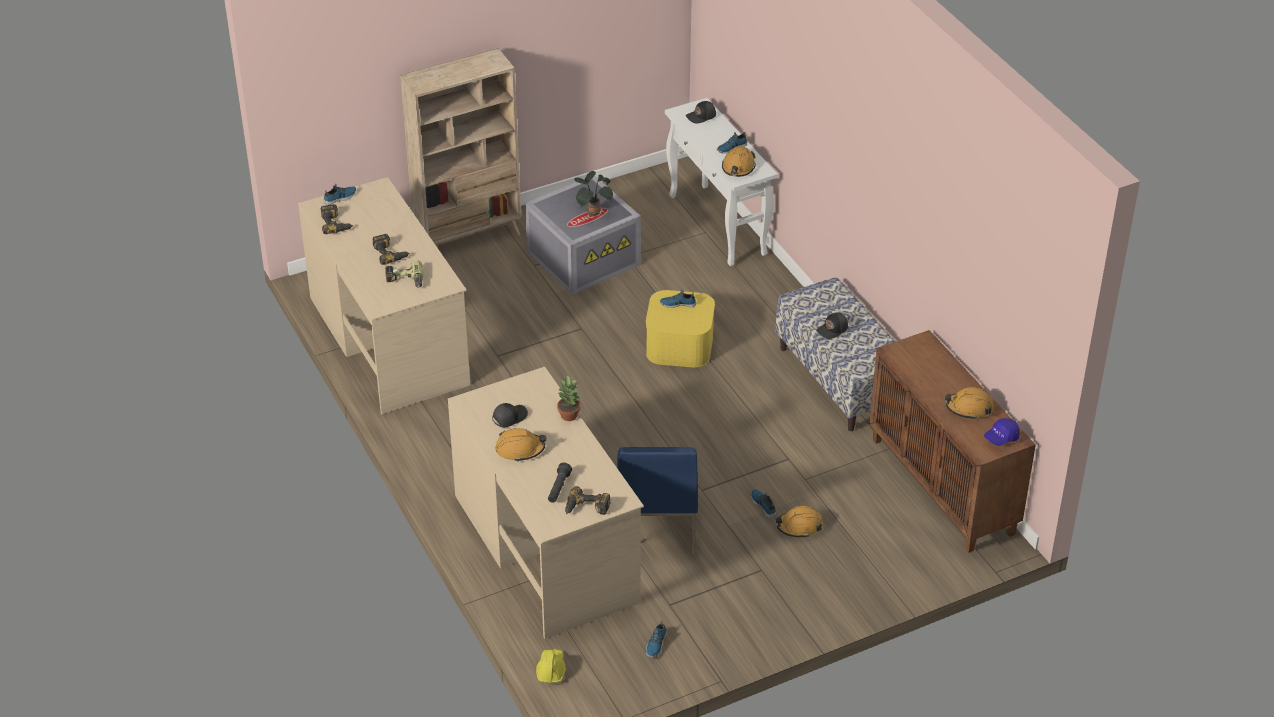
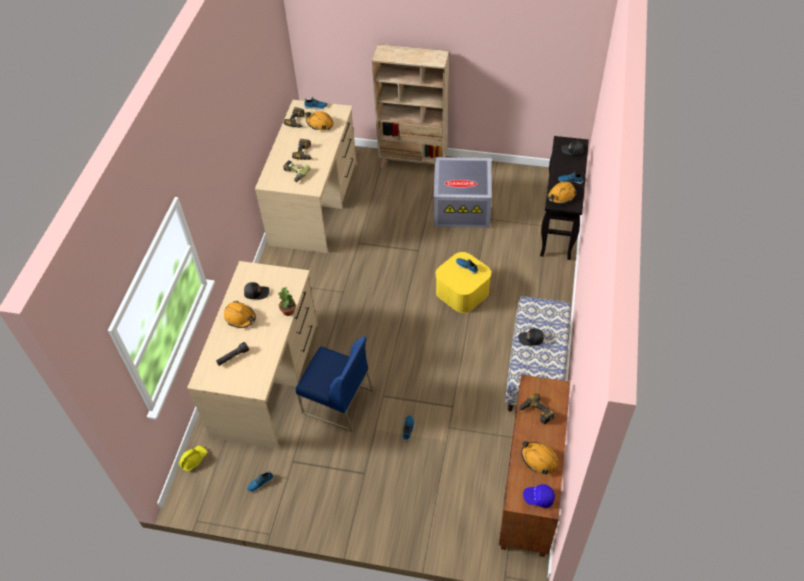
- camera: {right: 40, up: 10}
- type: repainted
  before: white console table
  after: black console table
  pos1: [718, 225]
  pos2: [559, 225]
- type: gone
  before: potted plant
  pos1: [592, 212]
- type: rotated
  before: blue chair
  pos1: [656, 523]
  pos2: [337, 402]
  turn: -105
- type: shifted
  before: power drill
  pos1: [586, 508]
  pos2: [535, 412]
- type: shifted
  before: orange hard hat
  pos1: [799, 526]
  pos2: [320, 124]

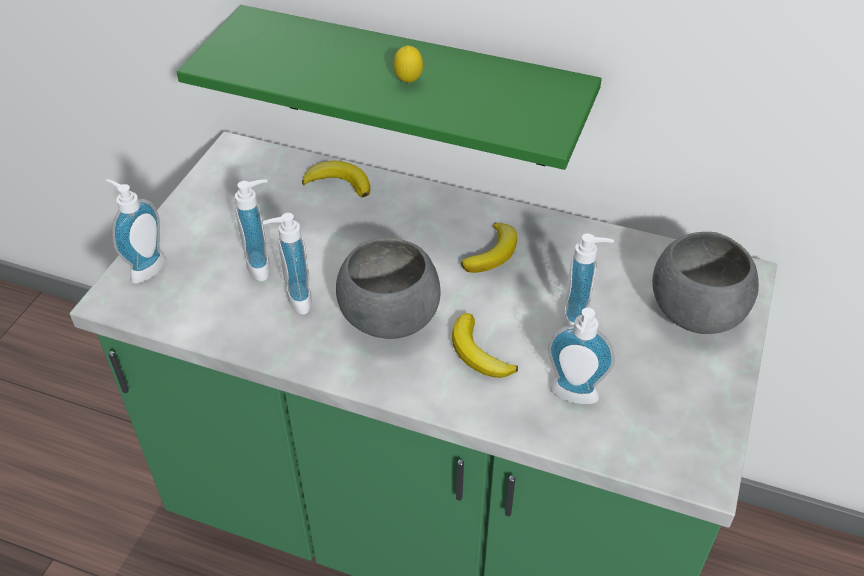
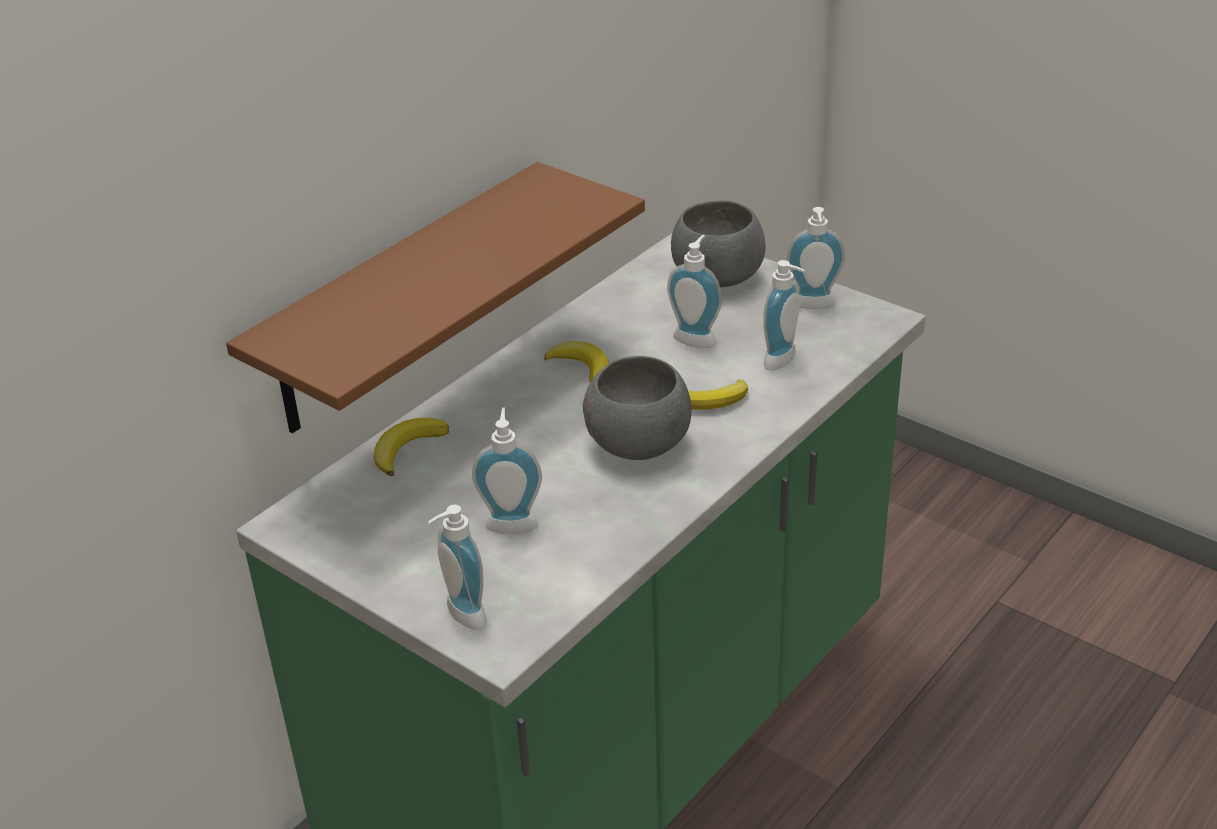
- camera: {right: -70, up: -10}
- type: repainted
  before: green shelf
  after: brown shelf
  pos1: [413, 88]
  pos2: [402, 300]
- type: gone
  before: lemon
  pos1: [408, 82]
- type: shifted
  before: soap dispenser
  pos1: [294, 300]
  pos2: [814, 306]

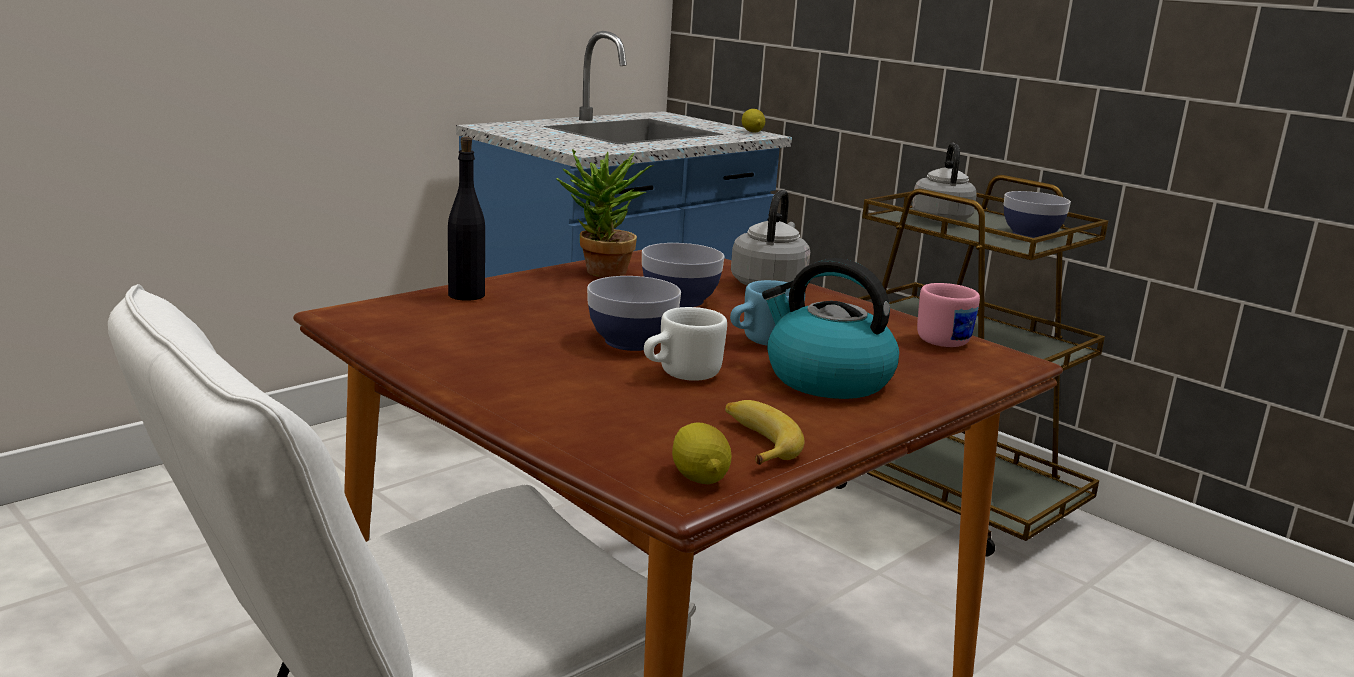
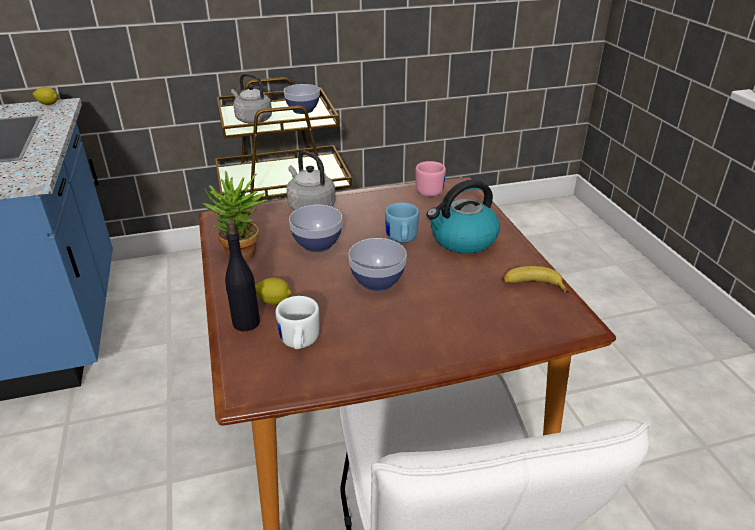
- camera: {right: -60, up: 15}
- type: shifted
  before: white mug
  pos1: [680, 375]
  pos2: [298, 343]
- type: shifted
  before: lemon
  pos1: [699, 478]
  pos2: [274, 302]

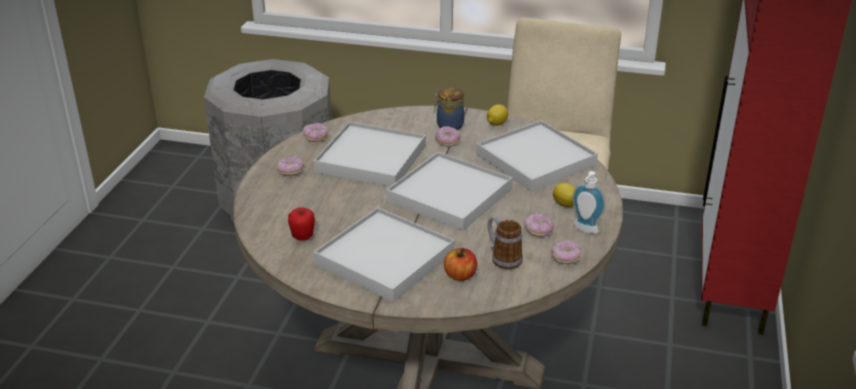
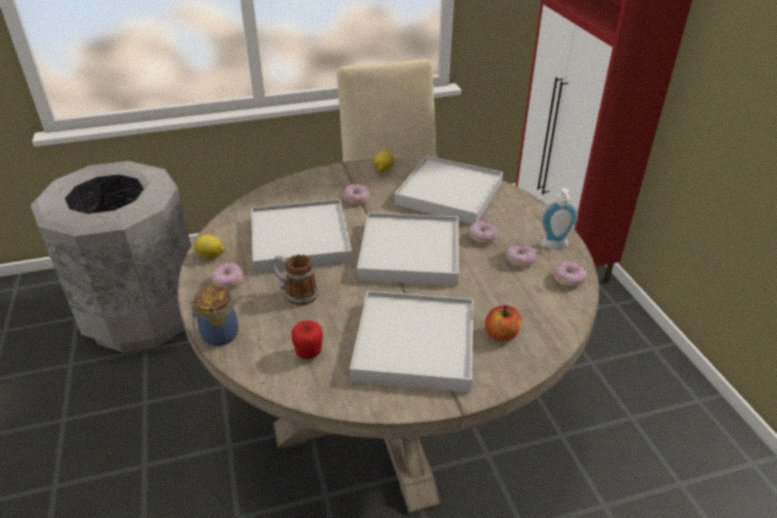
- camera: {right: -30, up: 5}
- type: shifted
  before: jar
  pos1: [448, 125]
  pos2: [218, 335]
- type: shifted
  before: donut
  pos1: [316, 138]
  pos2: [482, 238]
- type: shifted
  before: lemon
  pos1: [565, 205]
  pos2: [211, 256]
- type: shifted
  before: mug
  pos1: [502, 258]
  pos2: [296, 294]

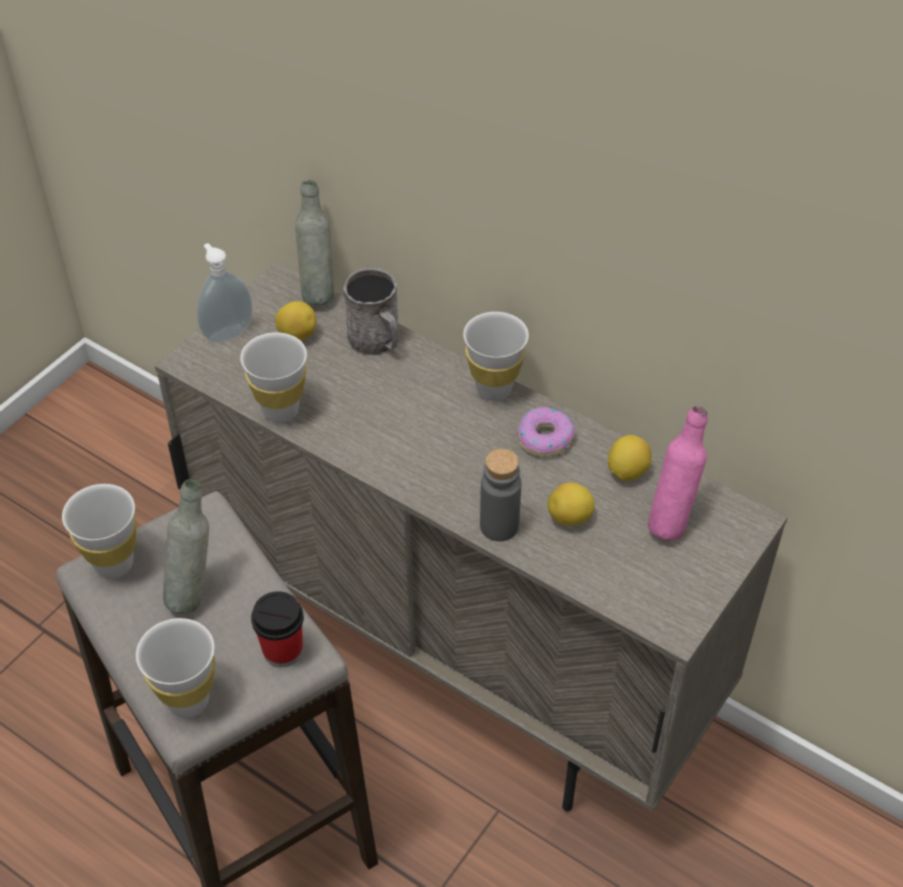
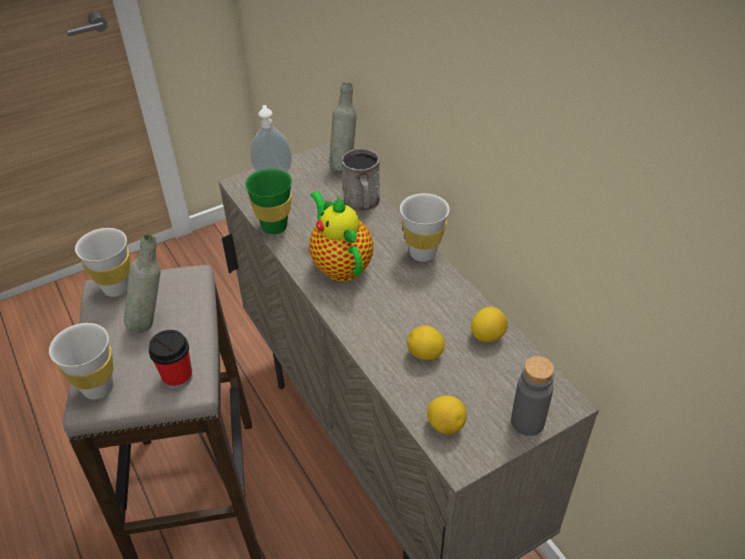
- camera: {right: 25, up: -5}
- type: shifted
  before: lemon
  pos1: [297, 334]
  pos2: [445, 425]
- type: repainted
  before: white cup
  after: green cup
  pos1: [281, 410]
  pos2: [274, 227]
- type: gone
  before: pink bottle
  pos1: [671, 521]
- type: gone
  before: donut
  pos1: [544, 438]
- type: shifted
  before: grey bottle
  pos1: [499, 526]
  pos2: [527, 422]
- type: new
  after: teapot
  pos2: [340, 265]

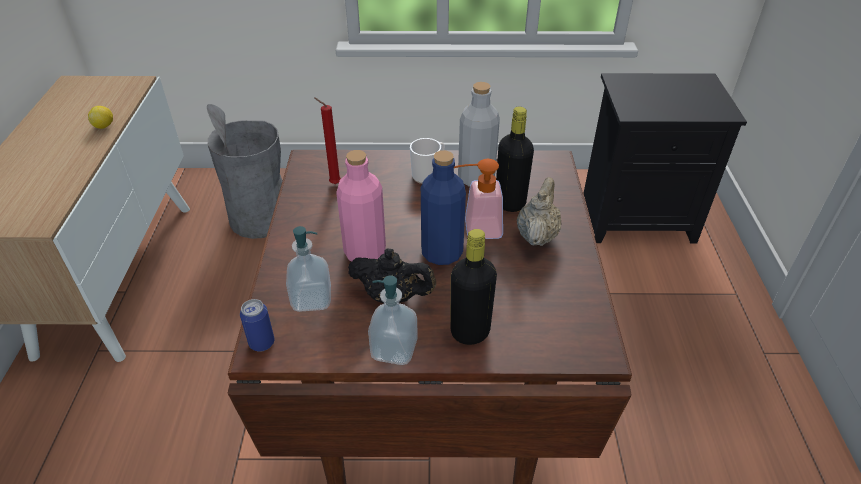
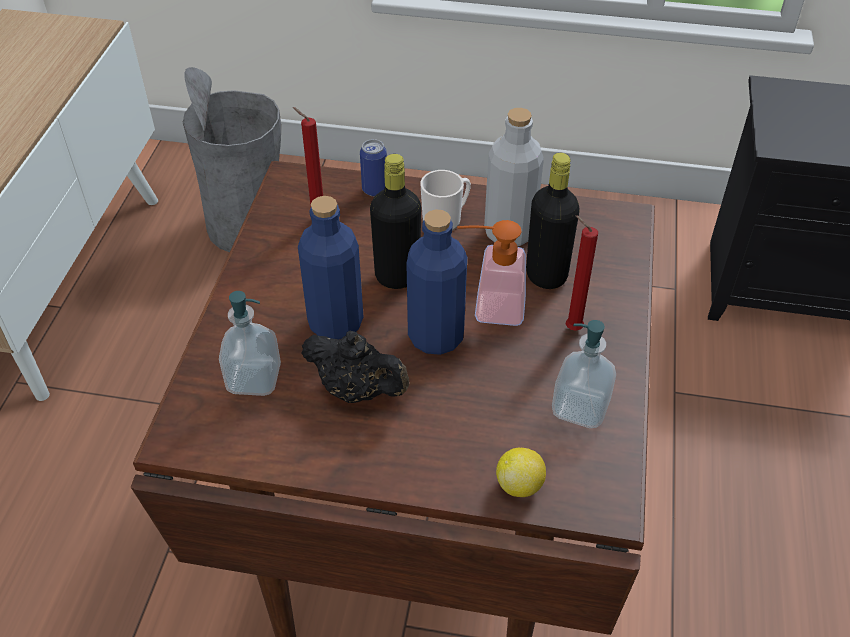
- camera: {right: 10, up: 5}
- type: shifted
  before: lemon
  pos1: [104, 126]
  pos2: [519, 485]
- type: repainted
  before: pink bottle
  after: blue bottle
  pos1: [365, 252]
  pos2: [335, 322]
- type: swapped
  before: beige teapot
  after: red candle
  pos1: [537, 235]
  pos2: [570, 328]
- type: shifted
  before: black bottle
  pos1: [470, 332]
  pos2: [397, 276]
- type: shifted
  before: soap dispenser
  pos1: [394, 349]
  pos2: [580, 408]
- type: shifted
  before: can
  pos1: [262, 343]
  pos2: [375, 189]

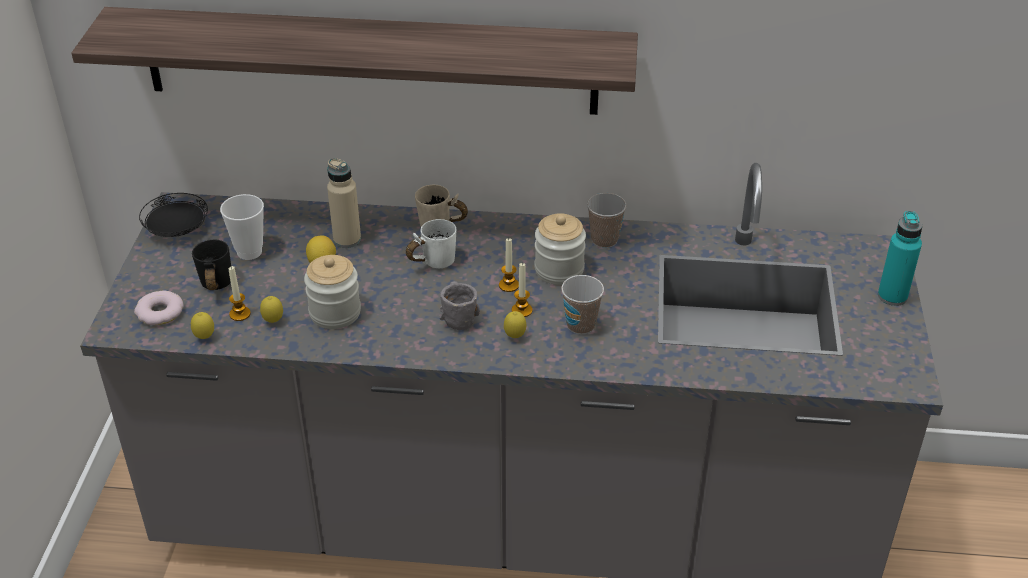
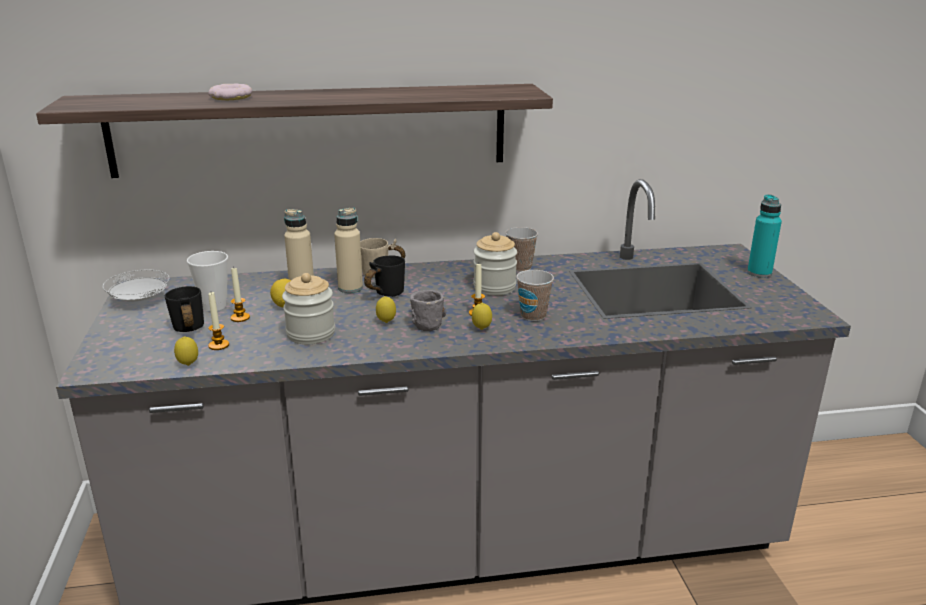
- camera: {right: -15, up: -15}
- type: repainted
  before: black plate
  after: white plate
  pos1: [177, 230]
  pos2: [139, 300]
- type: repainted
  before: white mug
  after: black mug
  pos1: [431, 262]
  pos2: [383, 294]
- type: shifted
  before: candle
  pos1: [508, 285]
  pos2: [240, 318]
- type: shifted
  before: donut
  pos1: [160, 312]
  pos2: [231, 97]
- type: shifted
  before: lemon
  pos1: [273, 321]
  pos2: [386, 322]
- type: new
  after: beige bottle
  pos2: [350, 288]

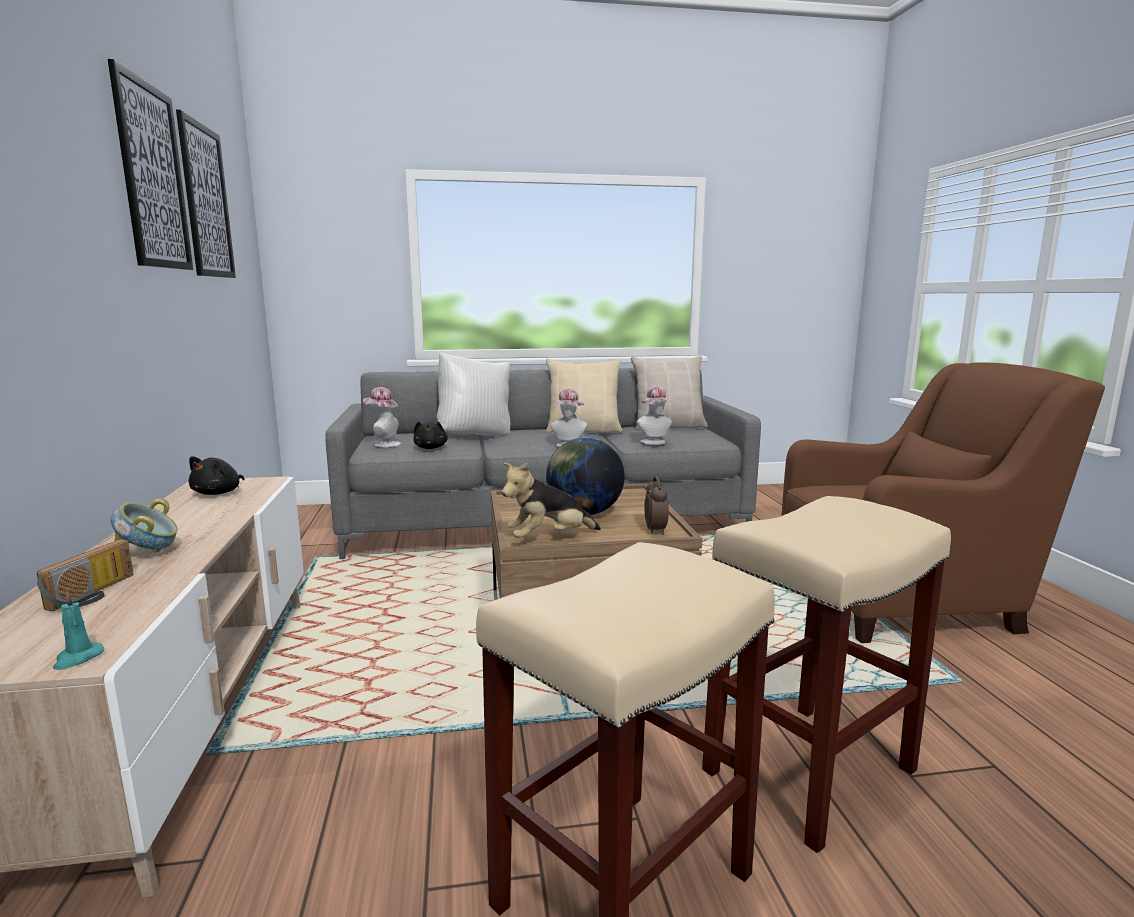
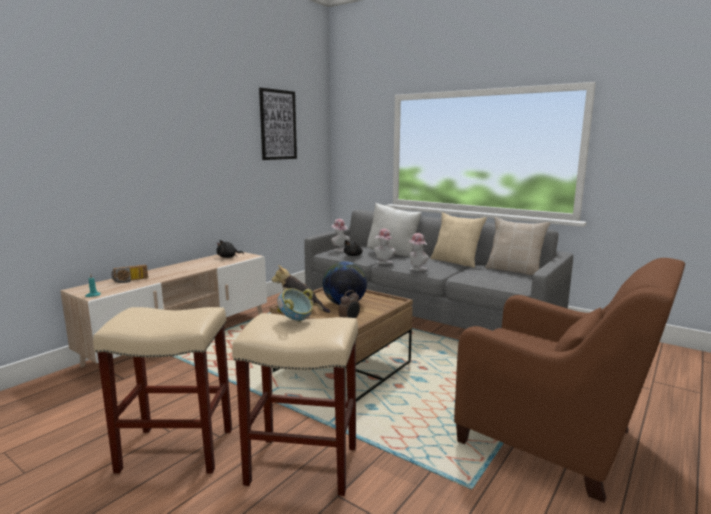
- camera: {right: 45, up: 0}
- type: gone
  before: picture
  pos1: [152, 177]
- type: shifted
  before: hat
  pos1: [654, 442]
  pos2: [383, 262]
- type: shifted
  before: bowl
  pos1: [149, 553]
  pos2: [295, 321]

